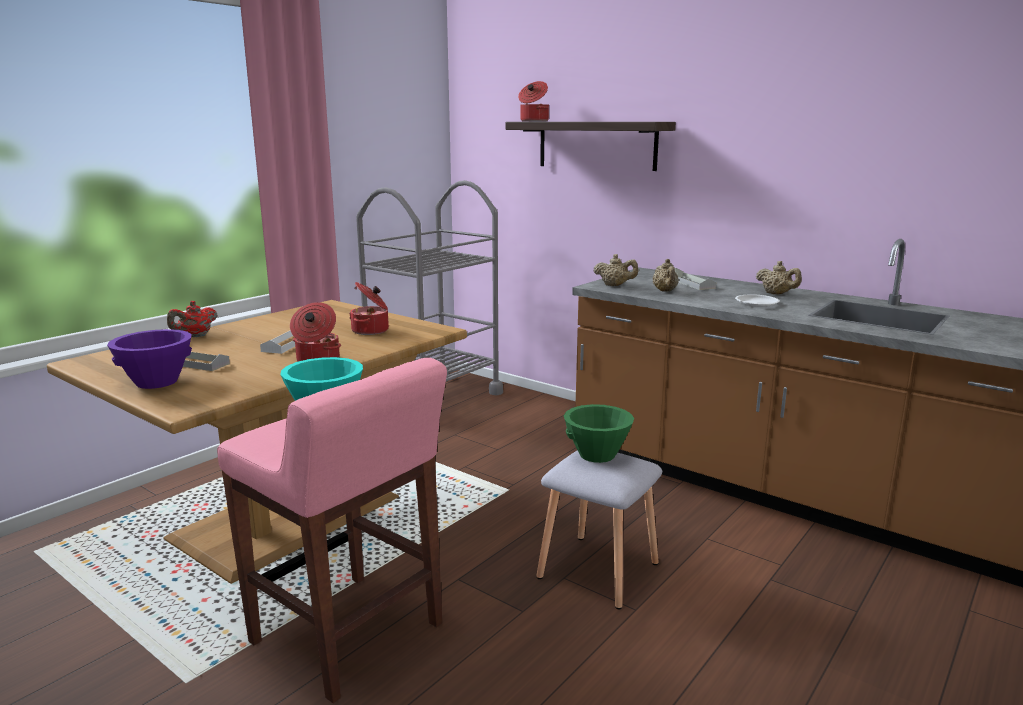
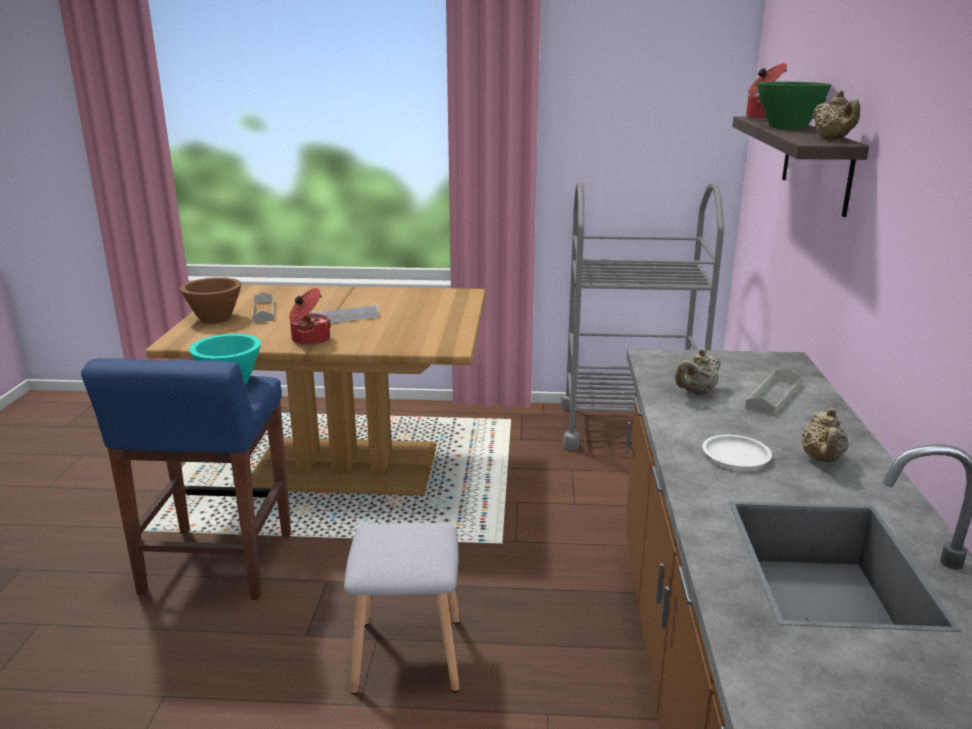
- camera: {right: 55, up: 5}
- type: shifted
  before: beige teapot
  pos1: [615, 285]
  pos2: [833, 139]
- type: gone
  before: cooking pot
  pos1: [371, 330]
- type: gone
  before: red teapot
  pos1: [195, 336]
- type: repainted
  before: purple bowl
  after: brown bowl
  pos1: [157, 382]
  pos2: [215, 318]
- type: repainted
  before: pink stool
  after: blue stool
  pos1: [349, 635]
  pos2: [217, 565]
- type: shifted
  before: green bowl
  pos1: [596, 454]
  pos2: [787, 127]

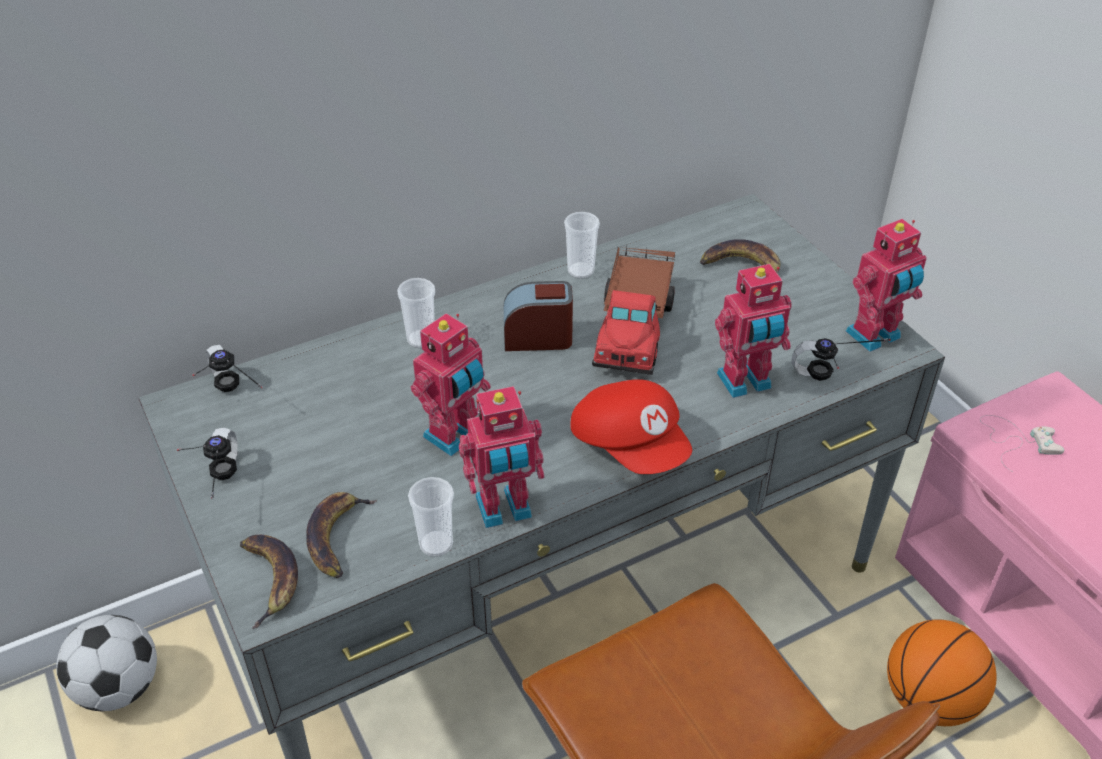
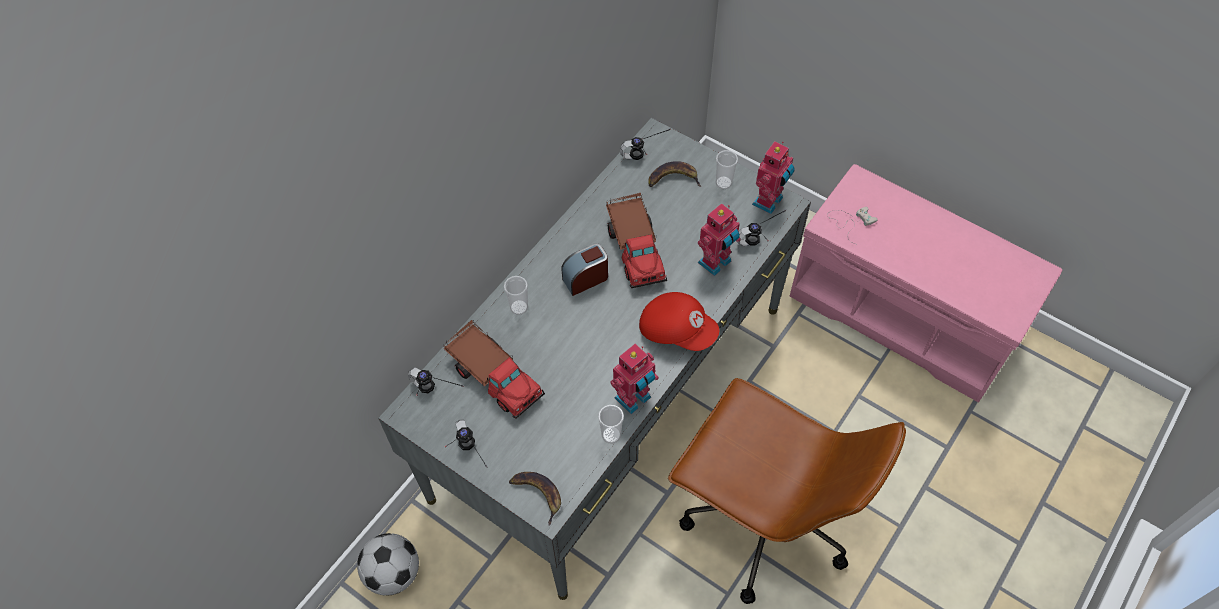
- camera: {right: -25, up: 15}
- type: shifted
  before: cup
  pos1: [580, 271]
  pos2: [723, 183]
- type: gone
  before: toy robot
  pos1: [455, 436]
- type: gone
  before: banana
  pos1: [337, 536]
- type: gone
  before: basketball
  pos1: [929, 700]
- type: new
  after: headphones
  pos2: [646, 158]
- type: new
  after: toy truck
  pos2: [494, 375]

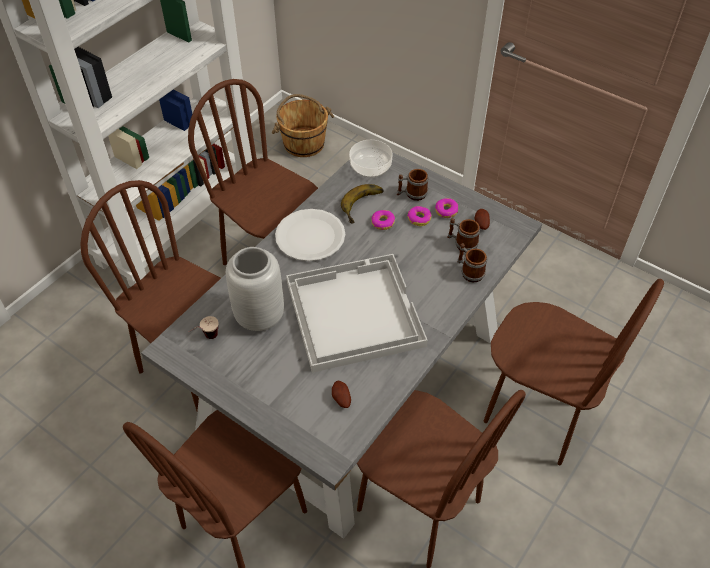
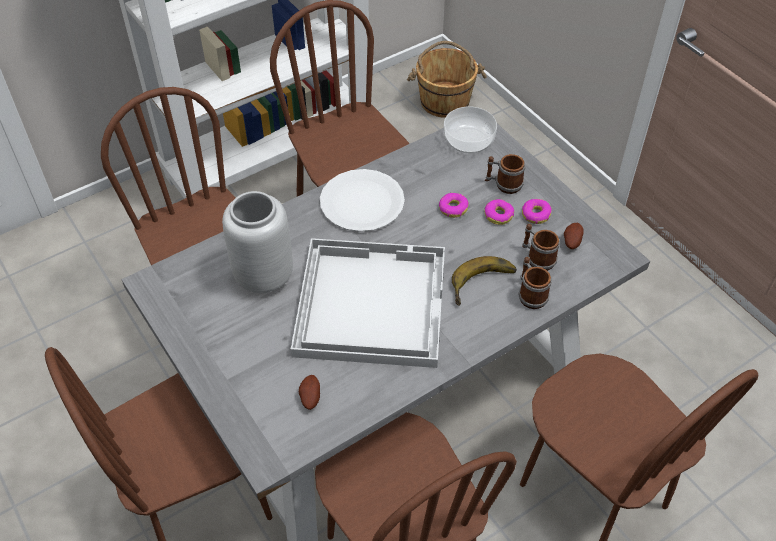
- camera: {right: 20, up: 0}
- type: shifted
  before: banana
  pos1: [365, 206]
  pos2: [484, 285]
- type: gone
  before: cup
  pos1: [206, 339]

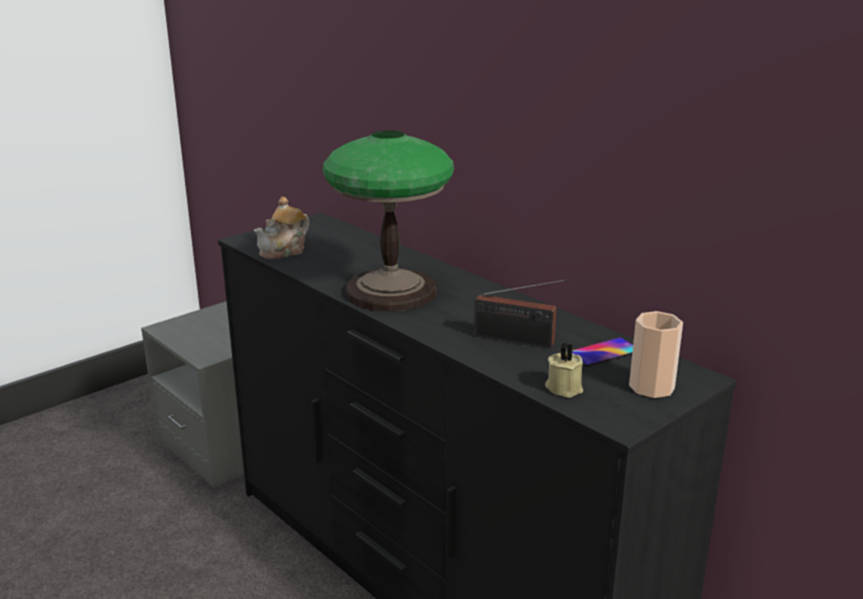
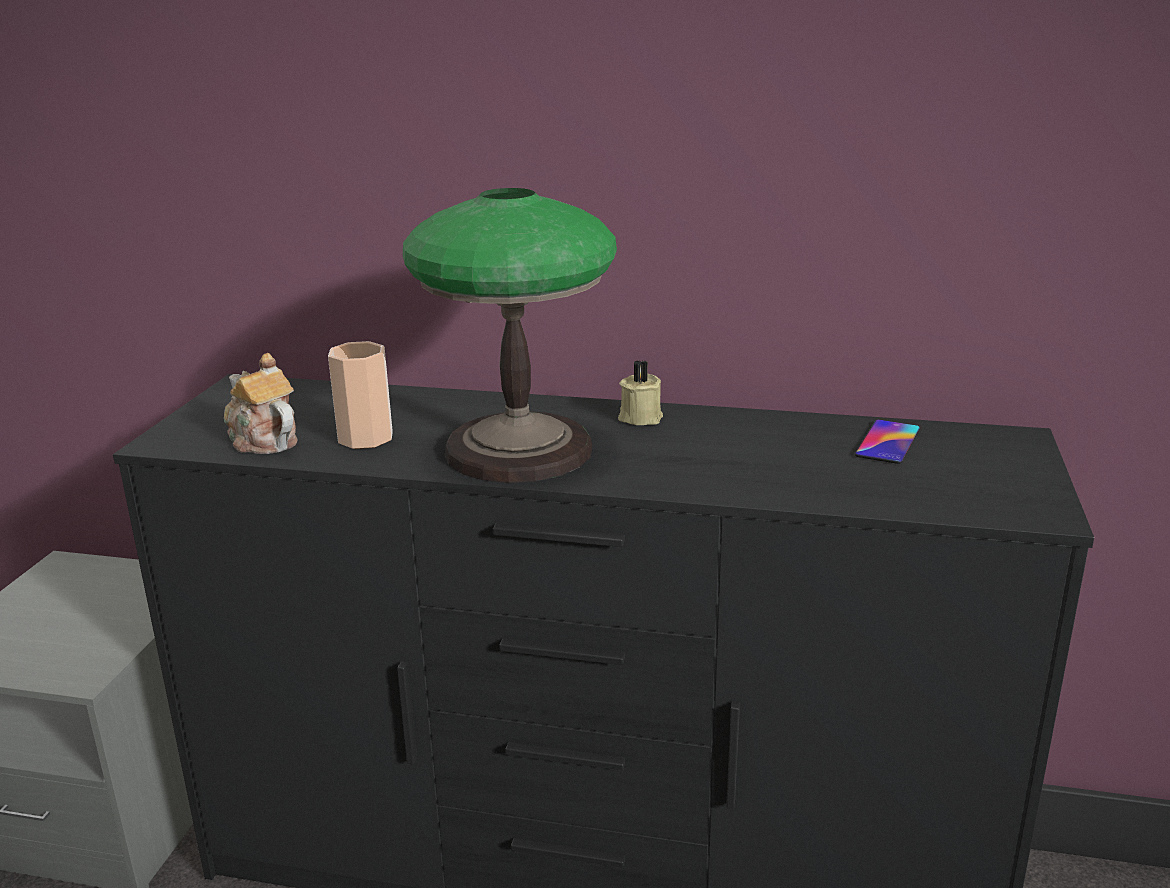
- camera: {right: -35, up: 0}
- type: rotated
  before: teapot
  pos1: [284, 251]
  pos2: [262, 440]
  turn: 135
- type: gone
  before: radio
  pos1: [518, 341]
- type: shifted
  before: cup
  pos1: [651, 387]
  pos2: [365, 438]
- type: shifted
  before: beige candle
  pos1: [564, 387]
  pos2: [639, 417]

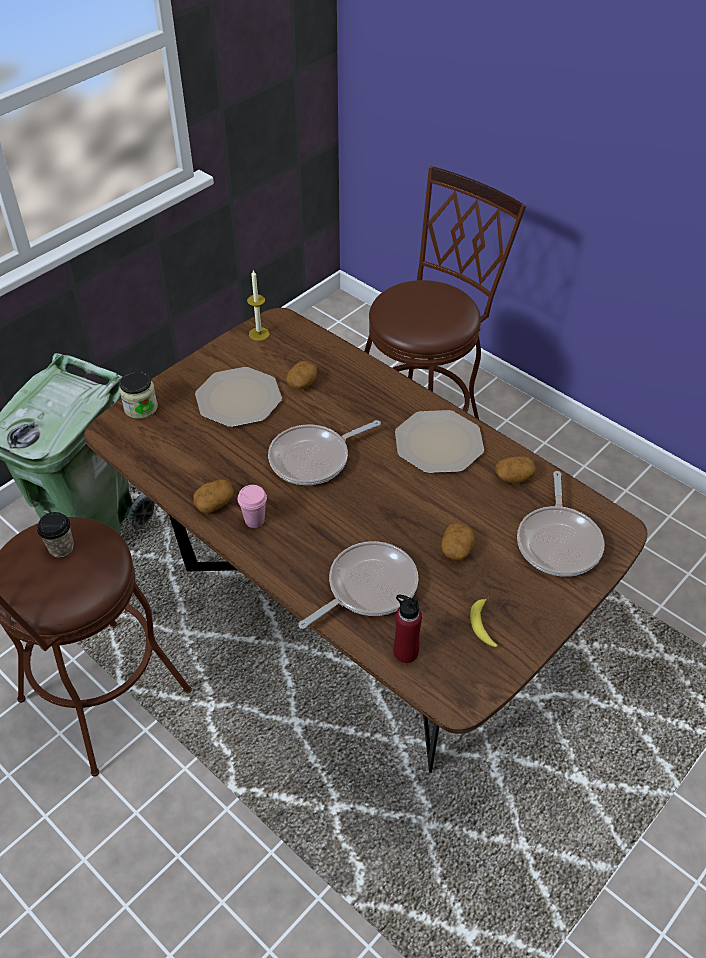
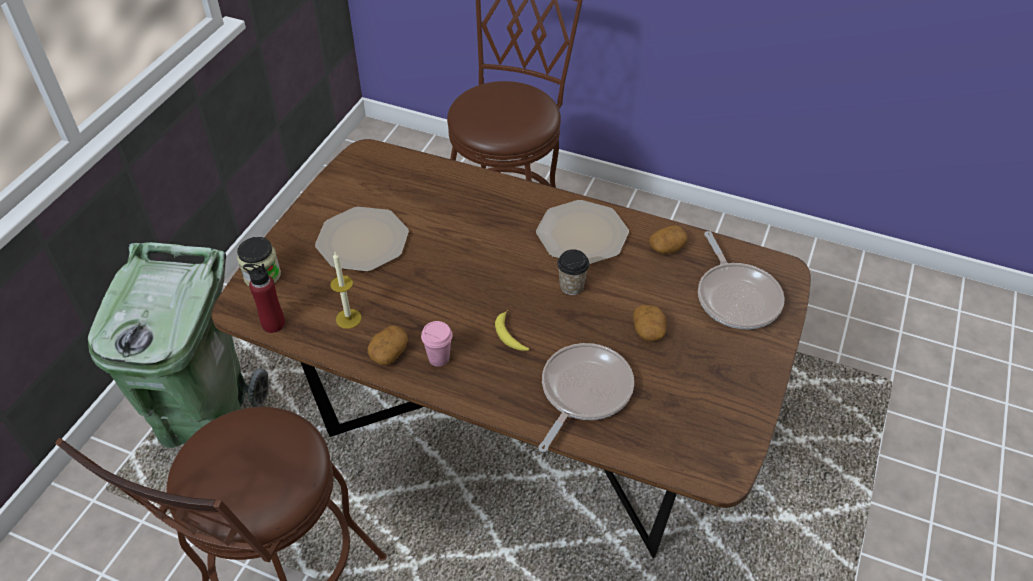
- camera: {right: -20, up: 0}
- type: shifted
  before: candle
  pos1: [259, 334]
  pos2: [348, 318]
- type: gone
  before: potato
  pos1: [302, 383]
- type: gone
  before: frying pan
  pos1: [314, 458]
- type: shifted
  before: cup
  pos1: [61, 548]
  pos2: [571, 286]
- type: shifted
  before: red bottle
  pos1: [405, 652]
  pos2: [273, 324]
- type: shifted
  before: banana
  pos1: [482, 625]
  pos2: [509, 336]

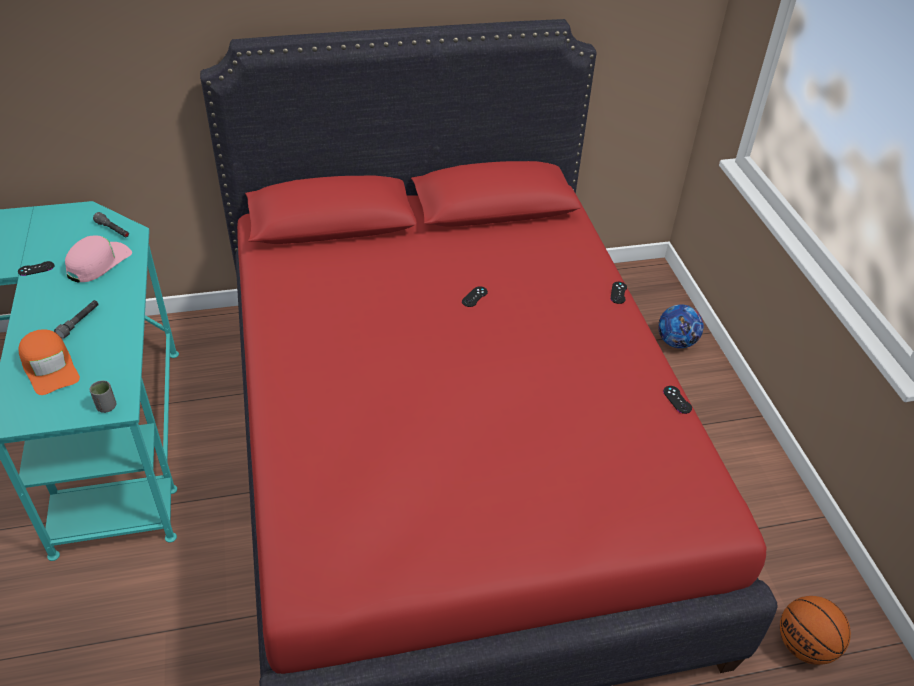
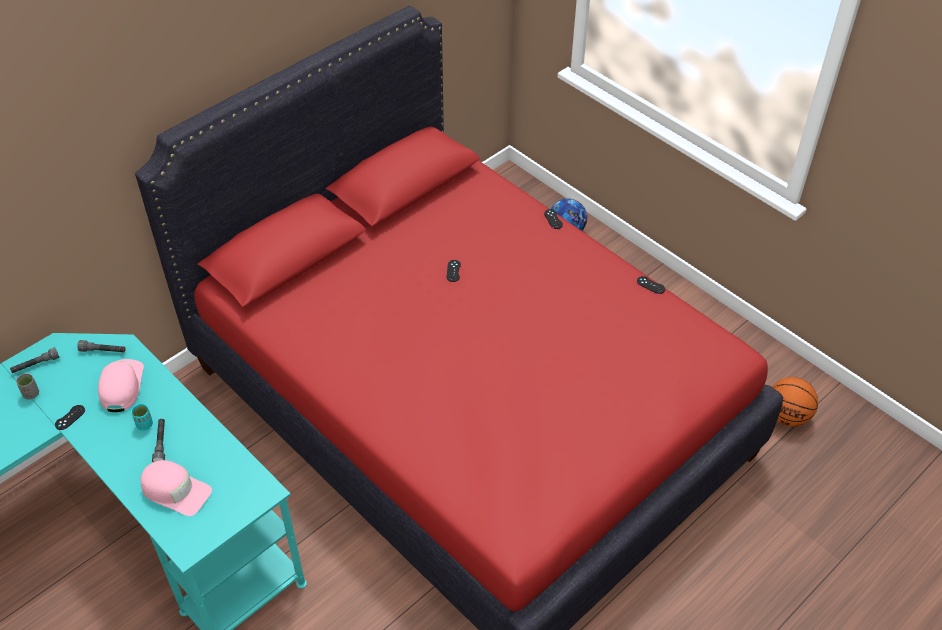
- camera: {right: -30, up: 5}
- type: repainted
  before: orange cap
  after: pink cap
  pos1: [50, 367]
  pos2: [175, 491]
- type: shifted
  before: grey cup
  pos1: [106, 407]
  pos2: [31, 394]
- type: new
  after: grey flashlight
  pos2: [36, 365]
- type: new
  after: turquoise cup
  pos2: [145, 425]

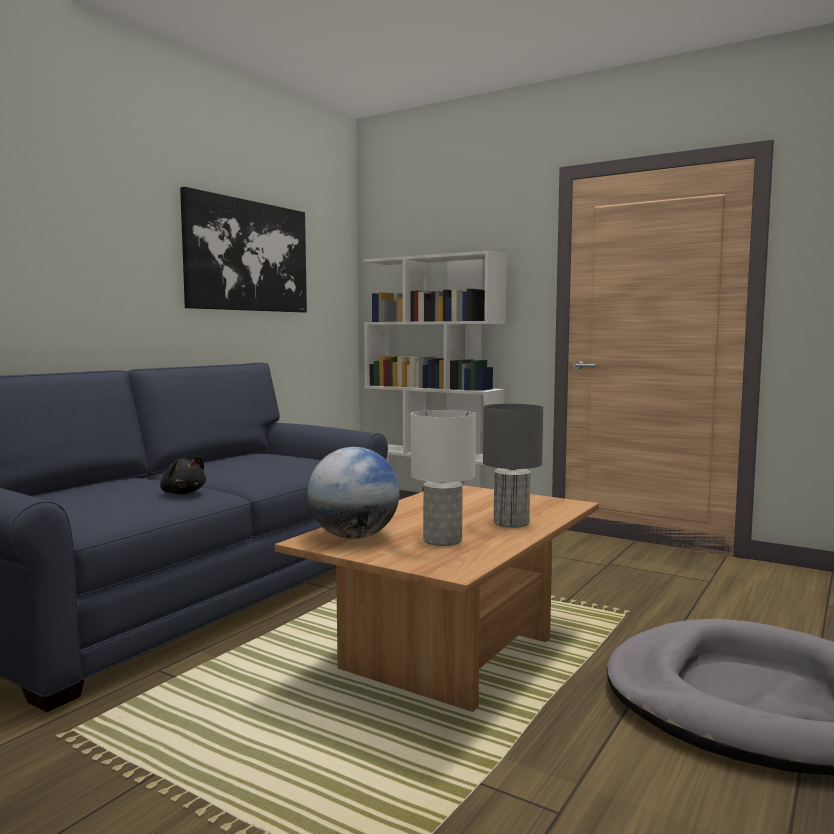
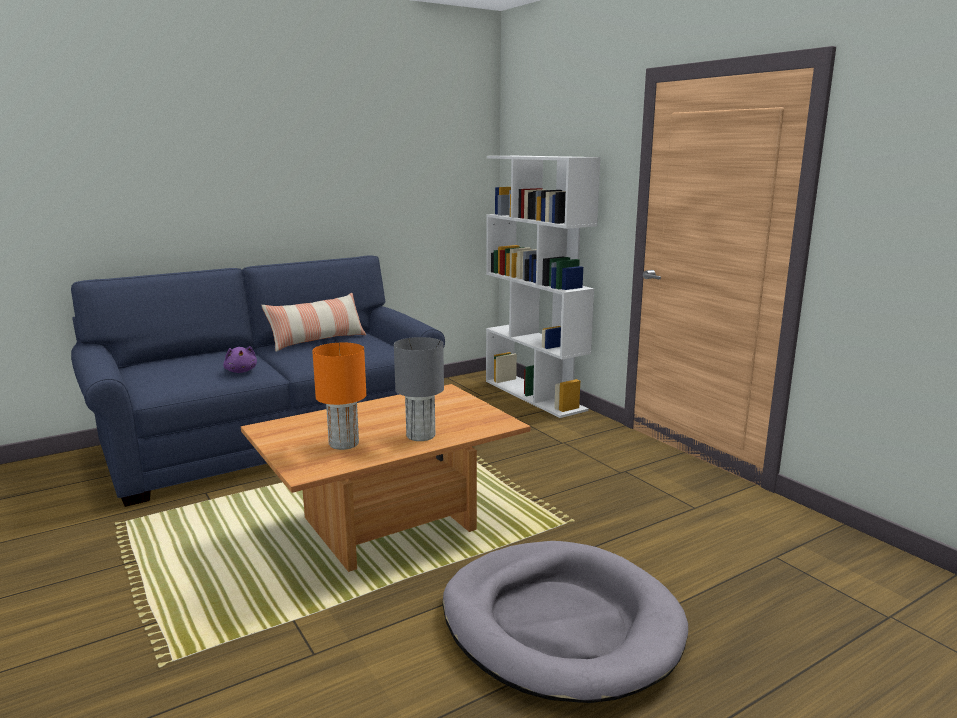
- camera: {right: 25, up: 10}
- type: gone
  before: picture
  pos1: [247, 256]
- type: repainted
  before: white table lamp
  after: orange table lamp
  pos1: [442, 540]
  pos2: [344, 443]
- type: gone
  before: globe
  pos1: [354, 537]
- type: repainted
  before: black plush toy
  after: purple plush toy
  pos1: [182, 493]
  pos2: [241, 371]
- type: new
  after: pillow
  pos2: [317, 341]

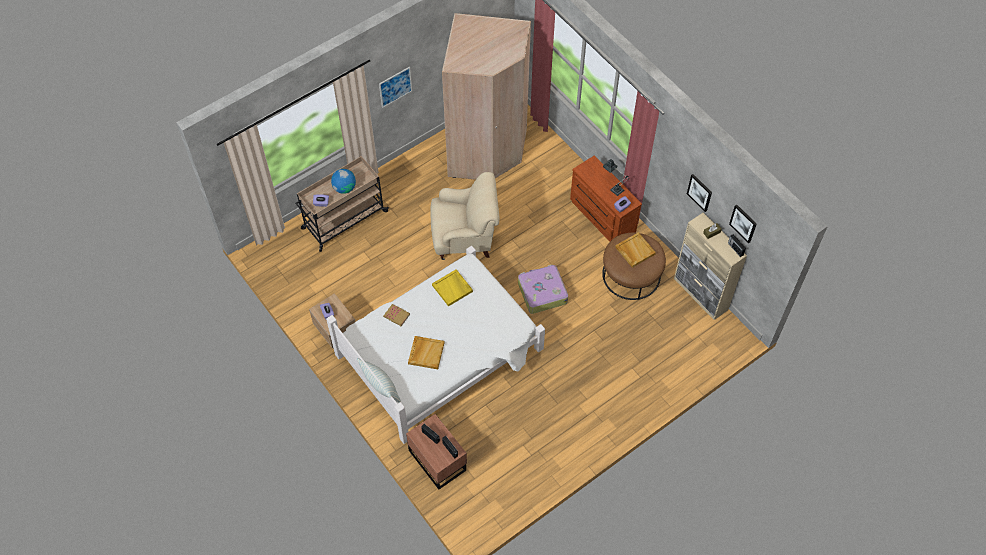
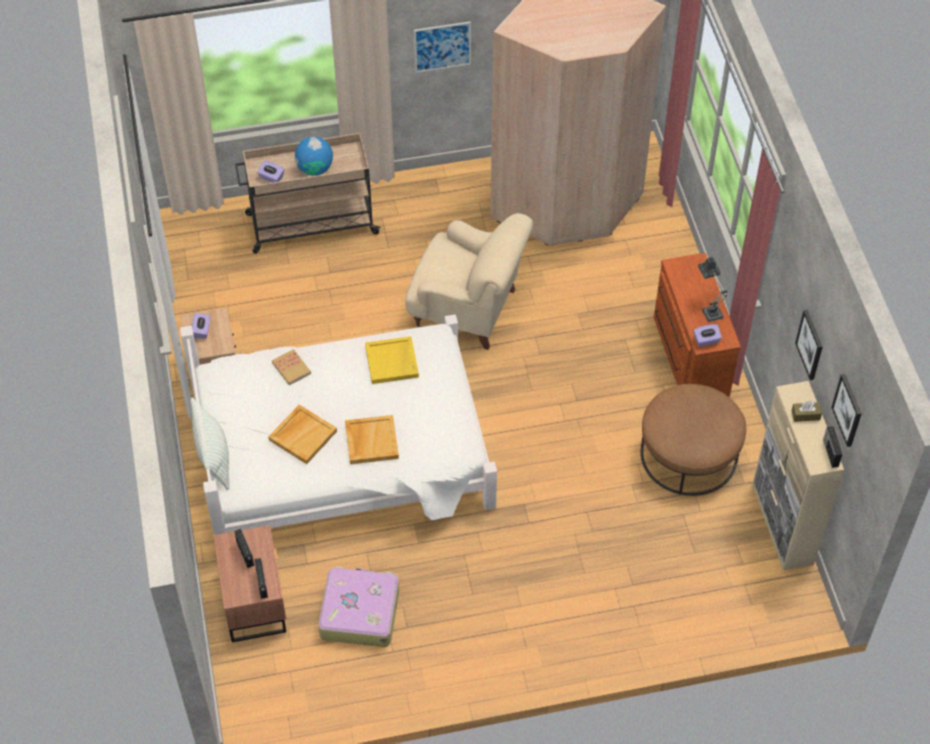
- camera: {right: 25, up: -5}
- type: shifted
  before: beige tray
  pos1: [634, 250]
  pos2: [371, 441]
- type: shifted
  before: suitcase
  pos1: [542, 292]
  pos2: [359, 612]

